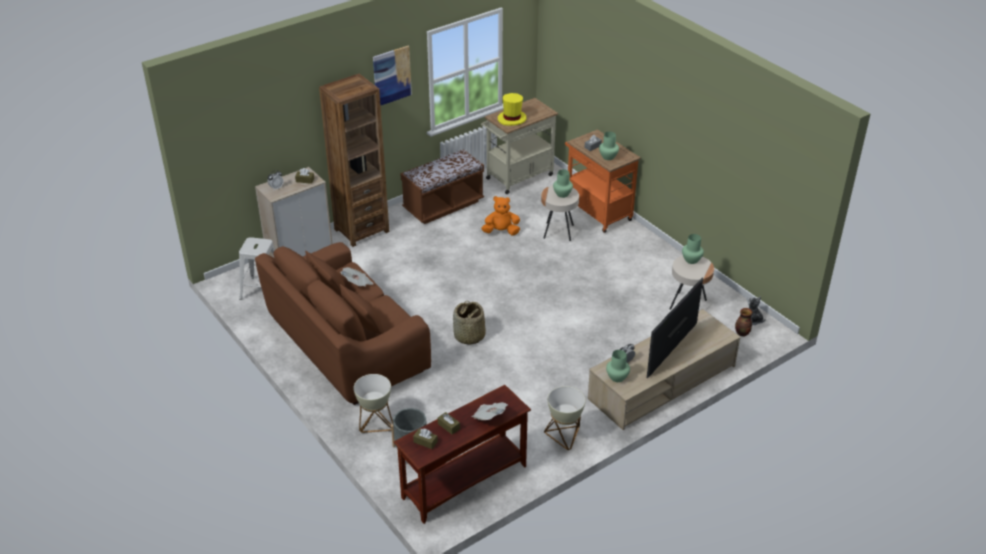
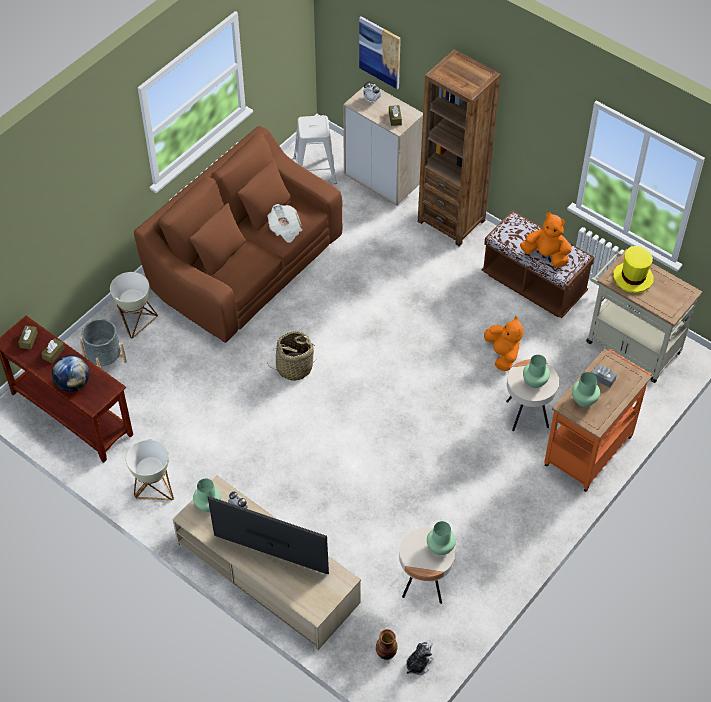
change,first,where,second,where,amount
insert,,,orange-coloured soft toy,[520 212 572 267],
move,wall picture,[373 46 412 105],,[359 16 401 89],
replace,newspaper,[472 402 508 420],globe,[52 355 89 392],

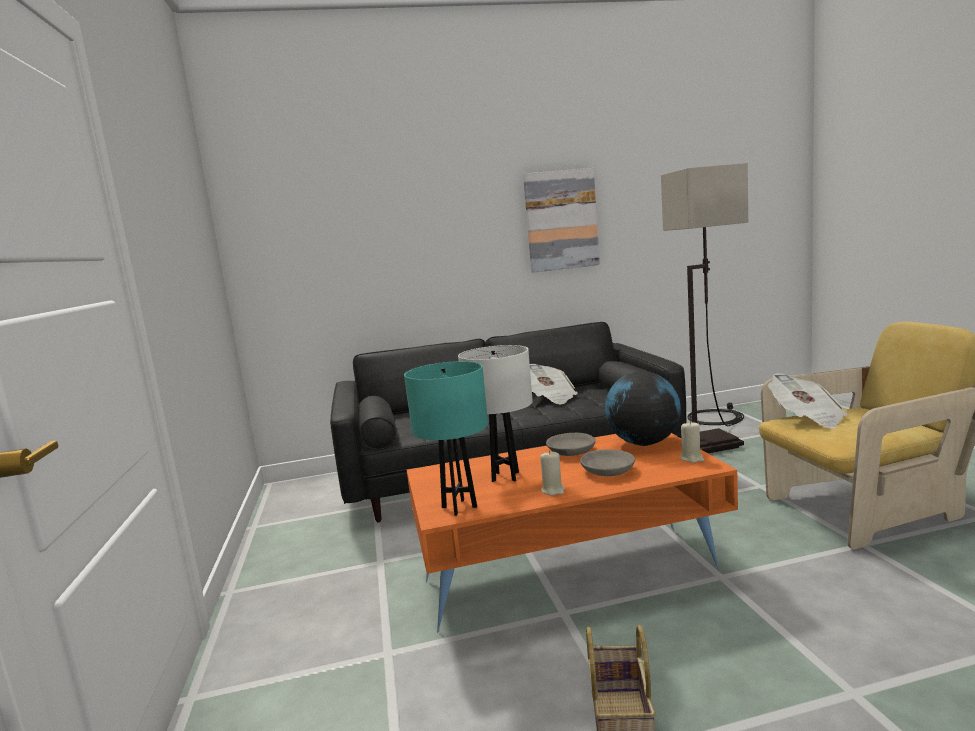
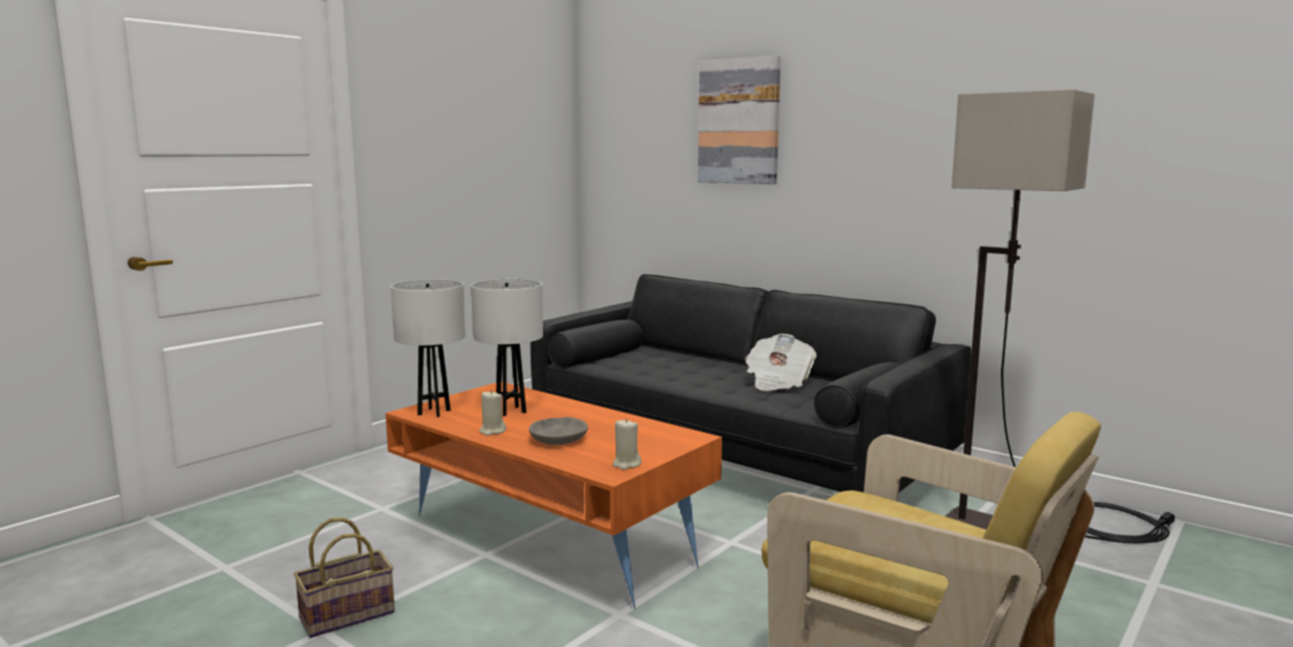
change,first,where,second,where,amount
delete,grey deep dish,[546 433 596 456],,,
delete,globe,[605 371 681 446],,,
delete,newspaper,[768 373 848 429],,,
move,wall picture,[523 168 600 272],,[698 55 781 184],
recolor,blue-green table lamp,[404 361 488 516],white-coloured table lamp,[391 279 466 417],

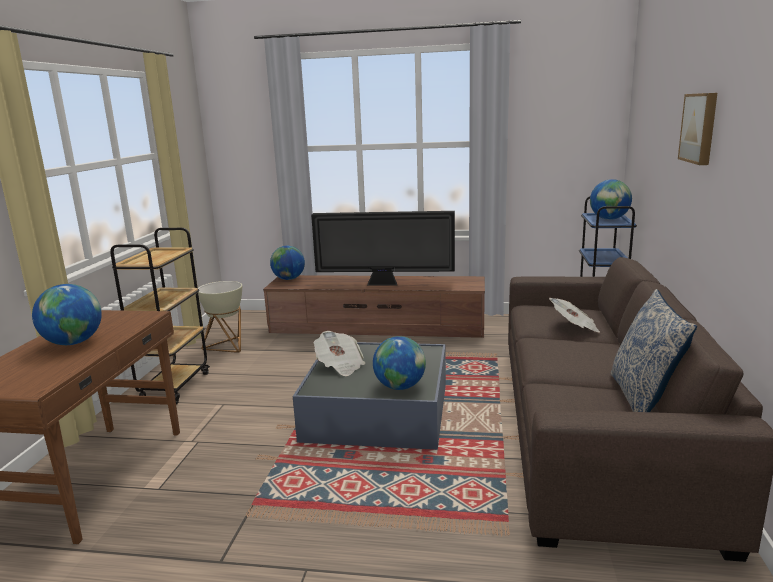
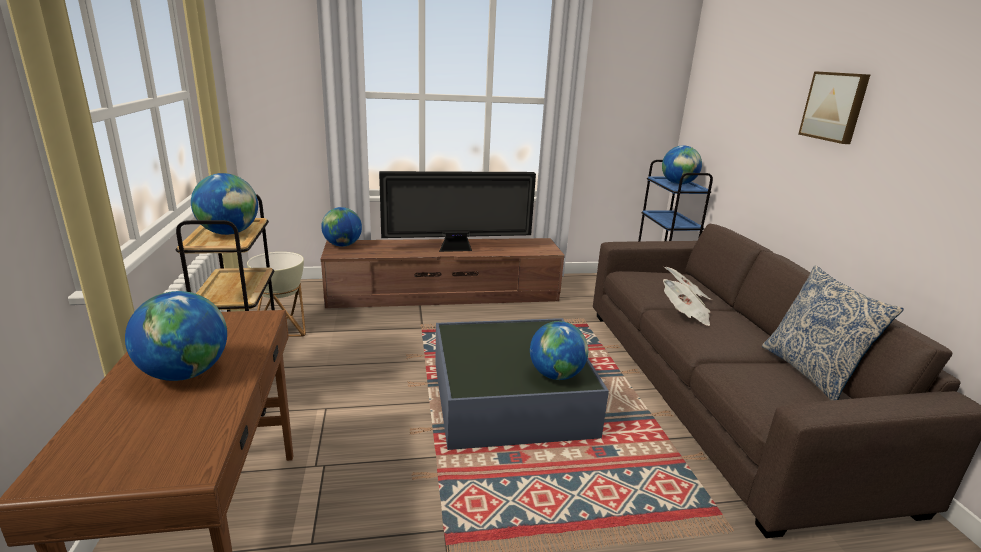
change,first,where,second,where,amount
insert,,,globe,[191 173 258 235],
move,newspaper,[313 331 365 376],,[663 279 710 326],

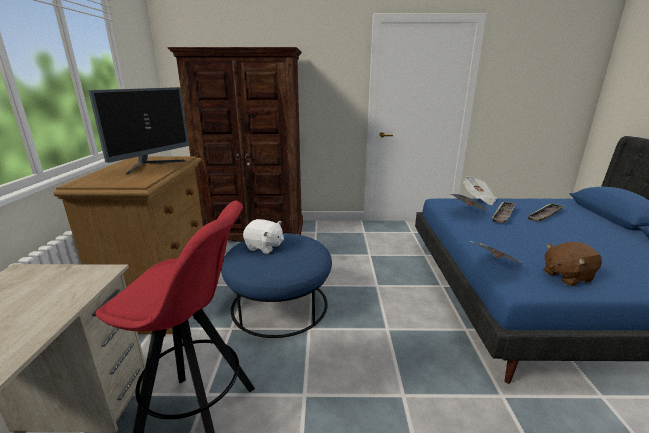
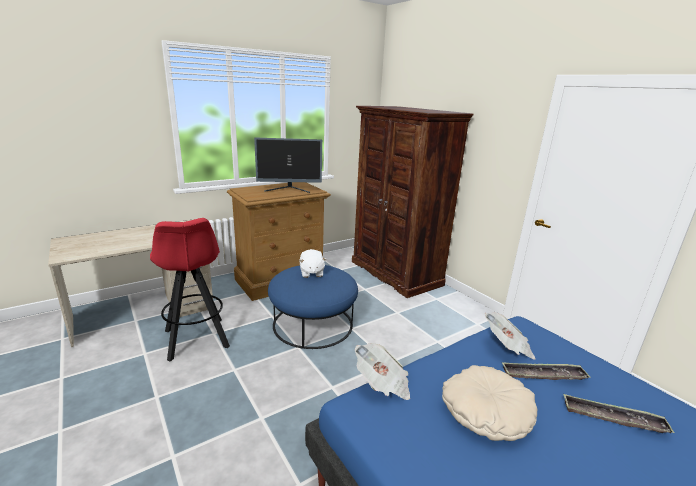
change,first,where,second,where,amount
delete,newspaper,[463 176 498 205],,,
delete,brownish soft toy,[543 242 602 286],,,
insert,,,sand-coloured pillow,[442 365 537 441],

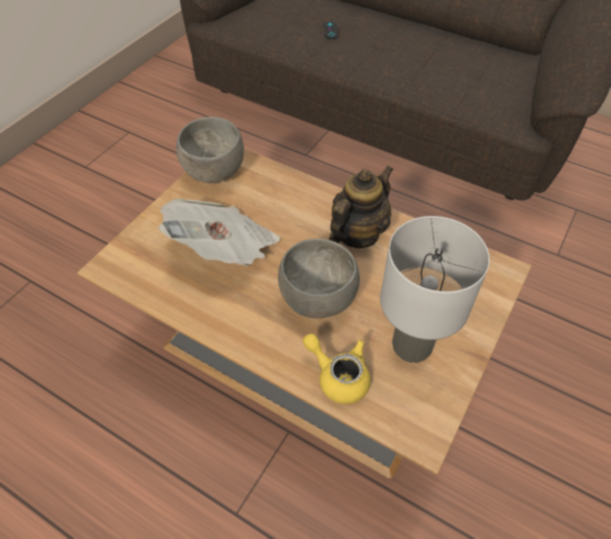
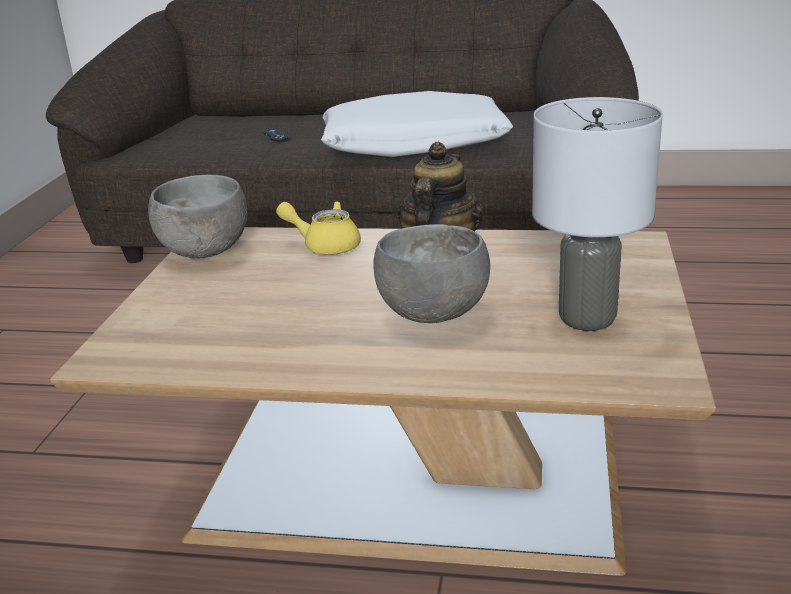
change,first,where,second,where,amount
delete,newspaper,[158 198 280 266],,,
insert,,,white-coloured pillow,[321 91 513 157],
move,yellowish tea pot,[303 334 371 404],,[276 201 361 255],

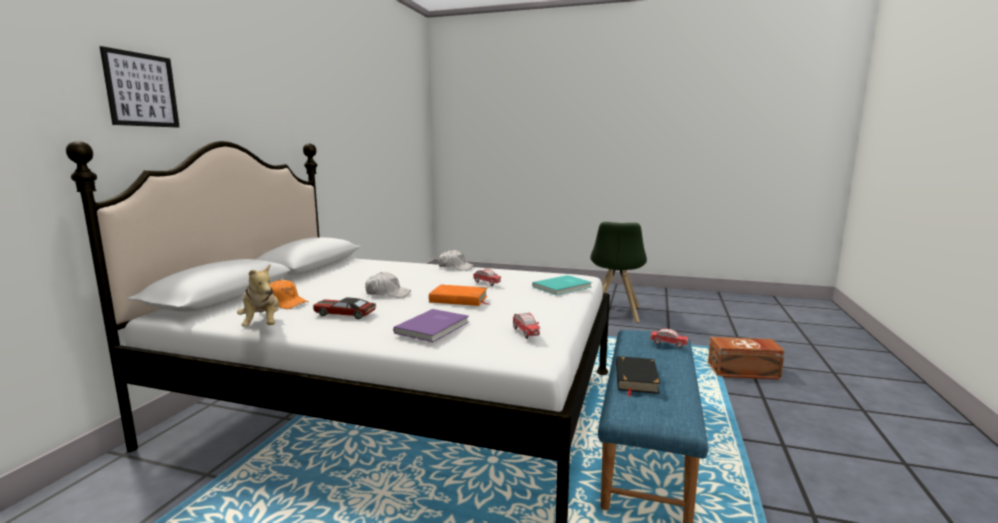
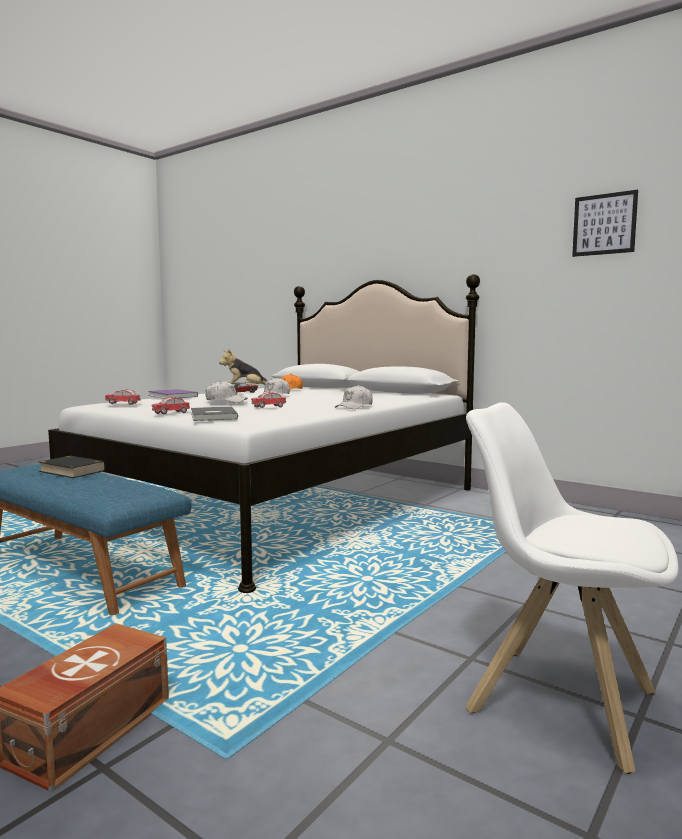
change,first,where,second,where,amount
move,wall picture,[99 46 180 128],,[572 190 638 257],
move,model car,[650 328 688 348],,[151 397 190 414],
replace,orange-coloured volume,[429 285 490 306],white-coloured cap,[205 381 247 403],
recolor,blue-green volume,[532 275 592 295],grey volume,[191 407 238 421],
recolor,green chair,[590 222 647 323],white-coloured chair,[466 402 679 774],

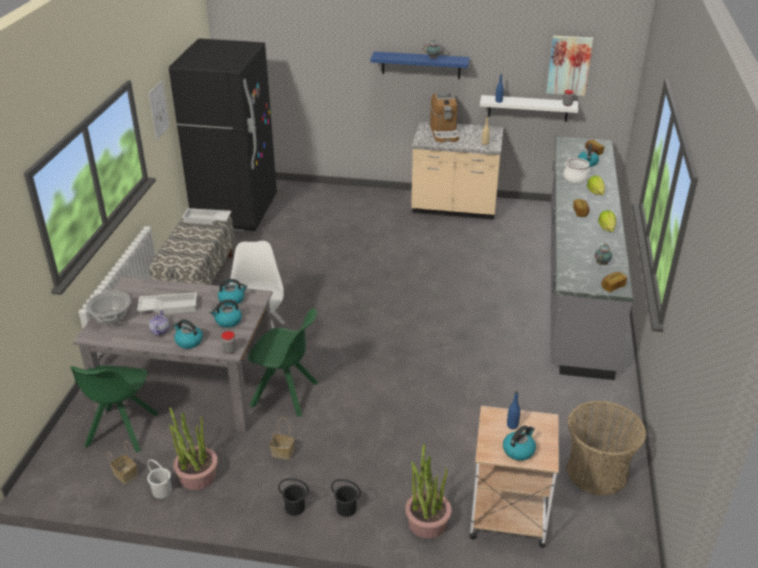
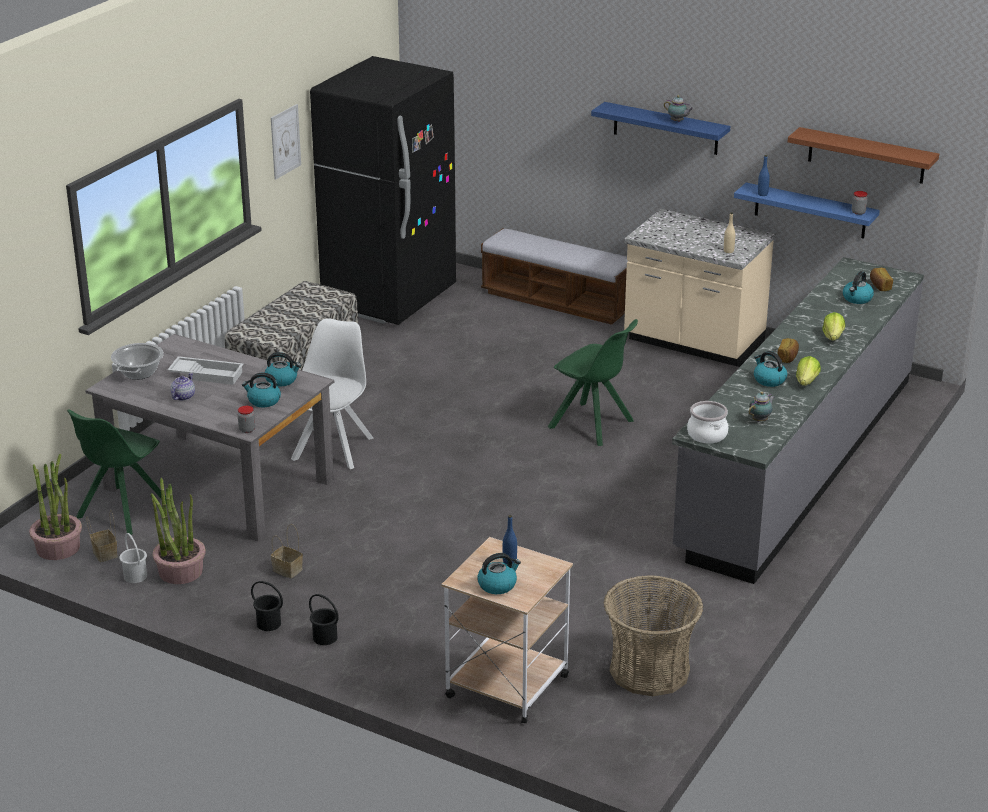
change,first,where,second,where,amount
delete,white-coloured tray,[182 208 231 224],,,
delete,coffee brewer,[430 93 459 142],,,
delete,bakery bread,[602 272 627 292],,,
insert,,,bench,[481 228 628 325],
move,kettle,[173 319 203 349],,[754 351 787 387],
move,green chair,[248 308 318 417],,[548 319 638 446],
move,houseplant,[405 444 452 538],,[29 454 82 560],
move,saucepot,[563 158 590 184],,[687 401 728 443],
replace,wall picture,[546 36 593 96],brownish wall shelf,[788 127 939 184],
recolor,white-coloured wall shelf,[480 95 578 122],blue wall shelf,[734 182 880 239],

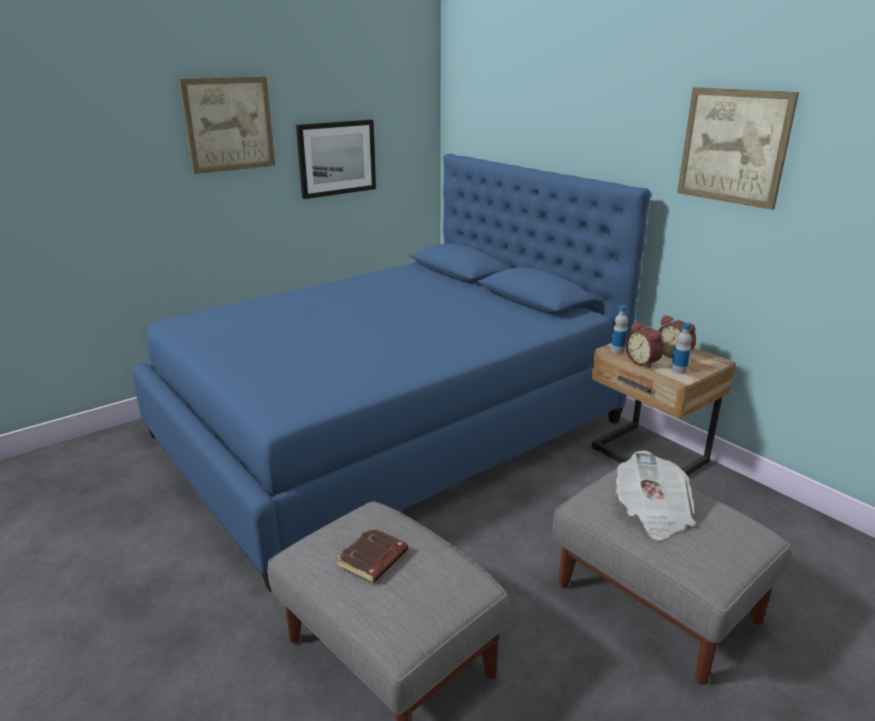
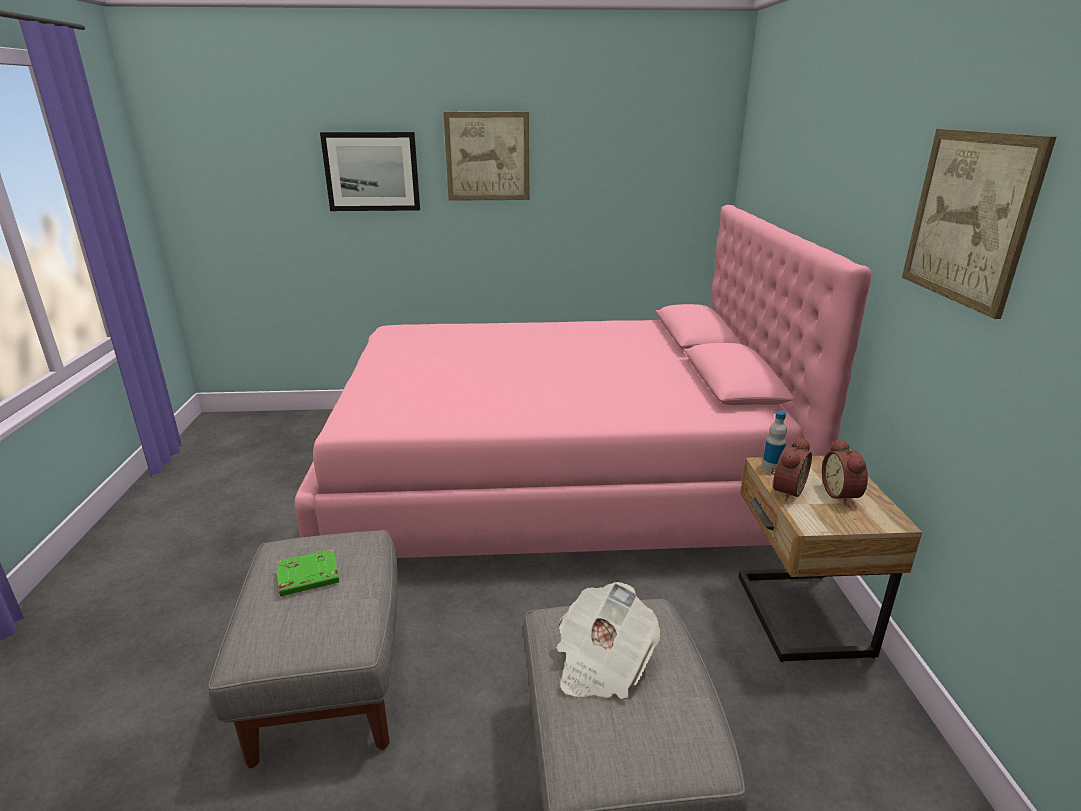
change,first,where,second,where,amount
delete,bottle,[671 323 692 374],,,
move,wall picture,[296 120 376 199],,[320 132 420 211],
recolor,blue bed,[132 154 651 592],pinkish bed,[294 205 872 558],
recolor,brownish volume,[336 527 408 583],green volume,[277 549 339 596],
rotate,bedside clock,[625 321 664 368],,[771 437 812 500],150 degrees counterclockwise

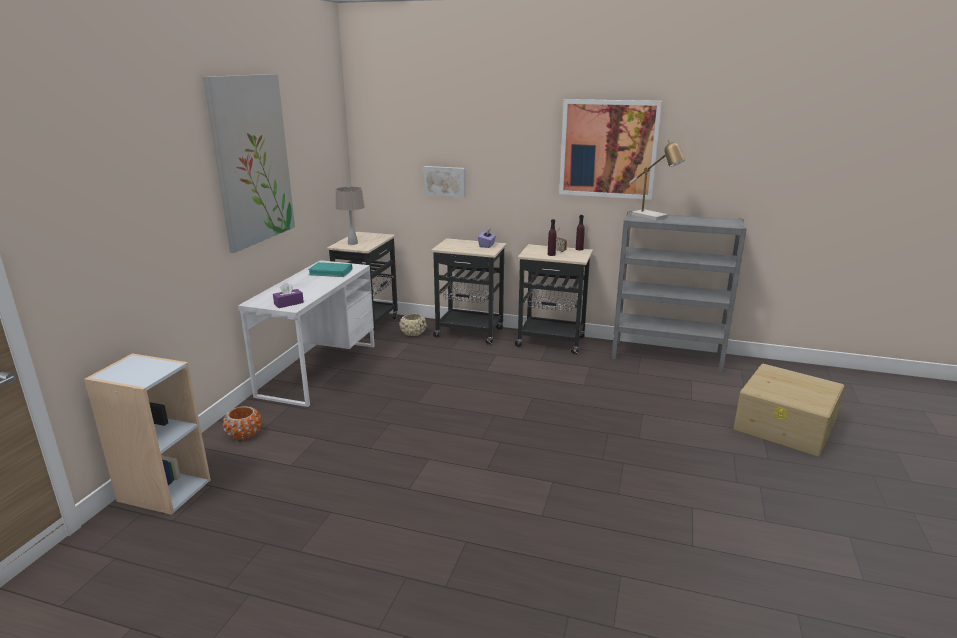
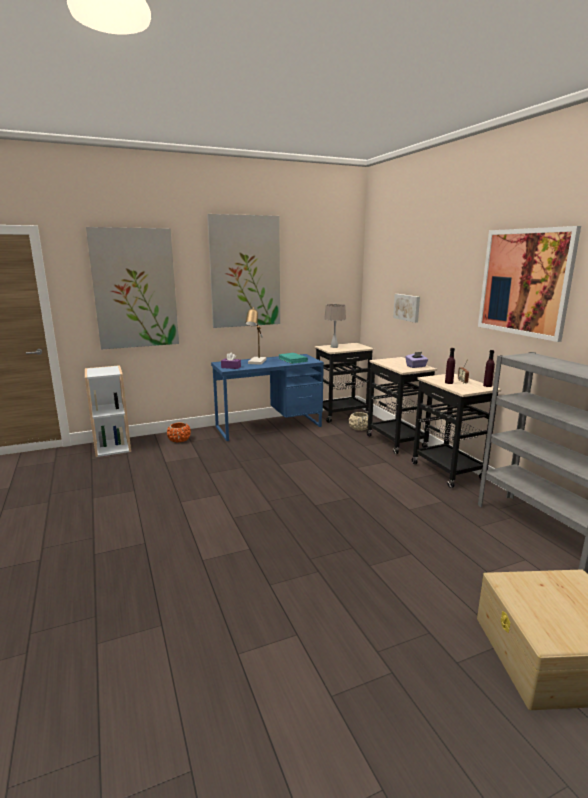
change,first,where,second,where,amount
insert,,,wall picture,[86 227 179 350],
move,table lamp,[630 140 685 221],,[245 307 267 365],
recolor,white-coloured desk table,[238 260 375 407],blue desk table,[211 354 324 441],

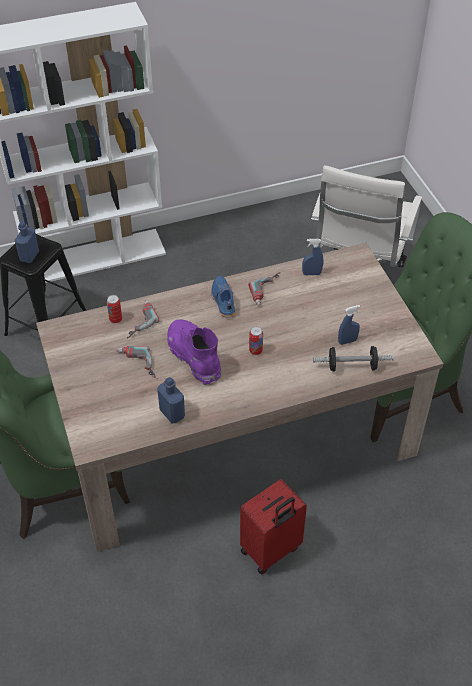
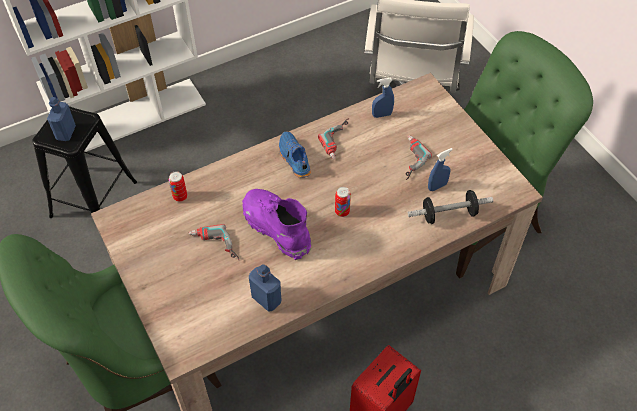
change,first,where,second,where,amount
move,drill,[127 300 159 338],,[406 135 432 180],

